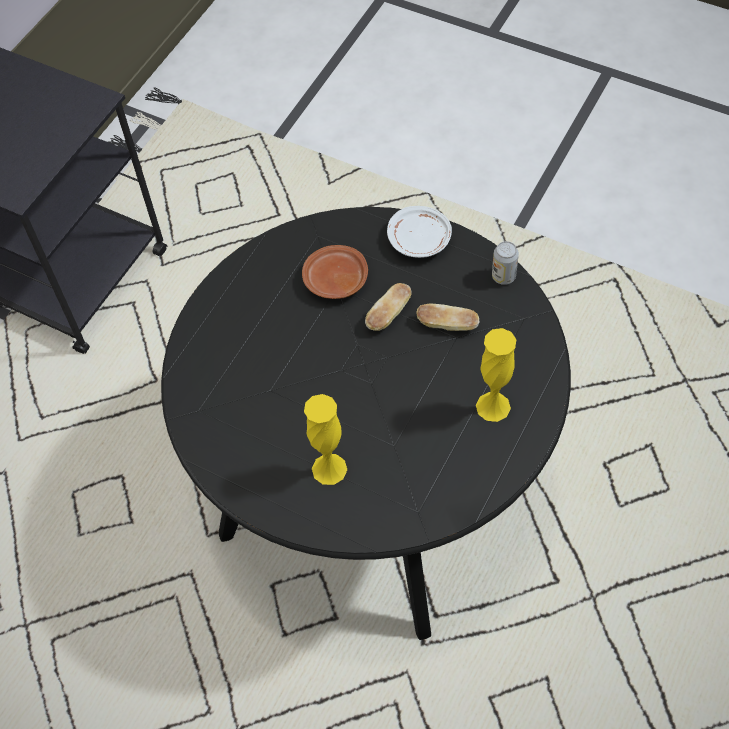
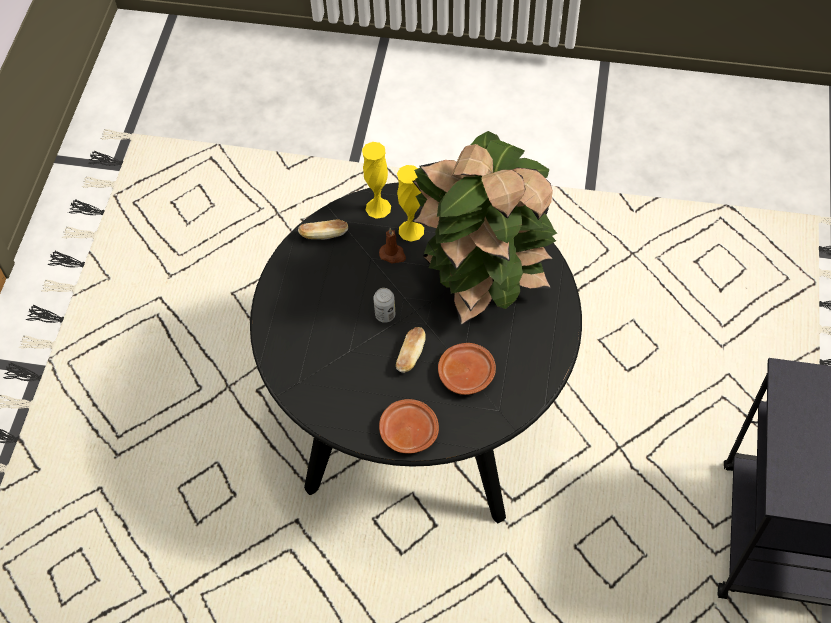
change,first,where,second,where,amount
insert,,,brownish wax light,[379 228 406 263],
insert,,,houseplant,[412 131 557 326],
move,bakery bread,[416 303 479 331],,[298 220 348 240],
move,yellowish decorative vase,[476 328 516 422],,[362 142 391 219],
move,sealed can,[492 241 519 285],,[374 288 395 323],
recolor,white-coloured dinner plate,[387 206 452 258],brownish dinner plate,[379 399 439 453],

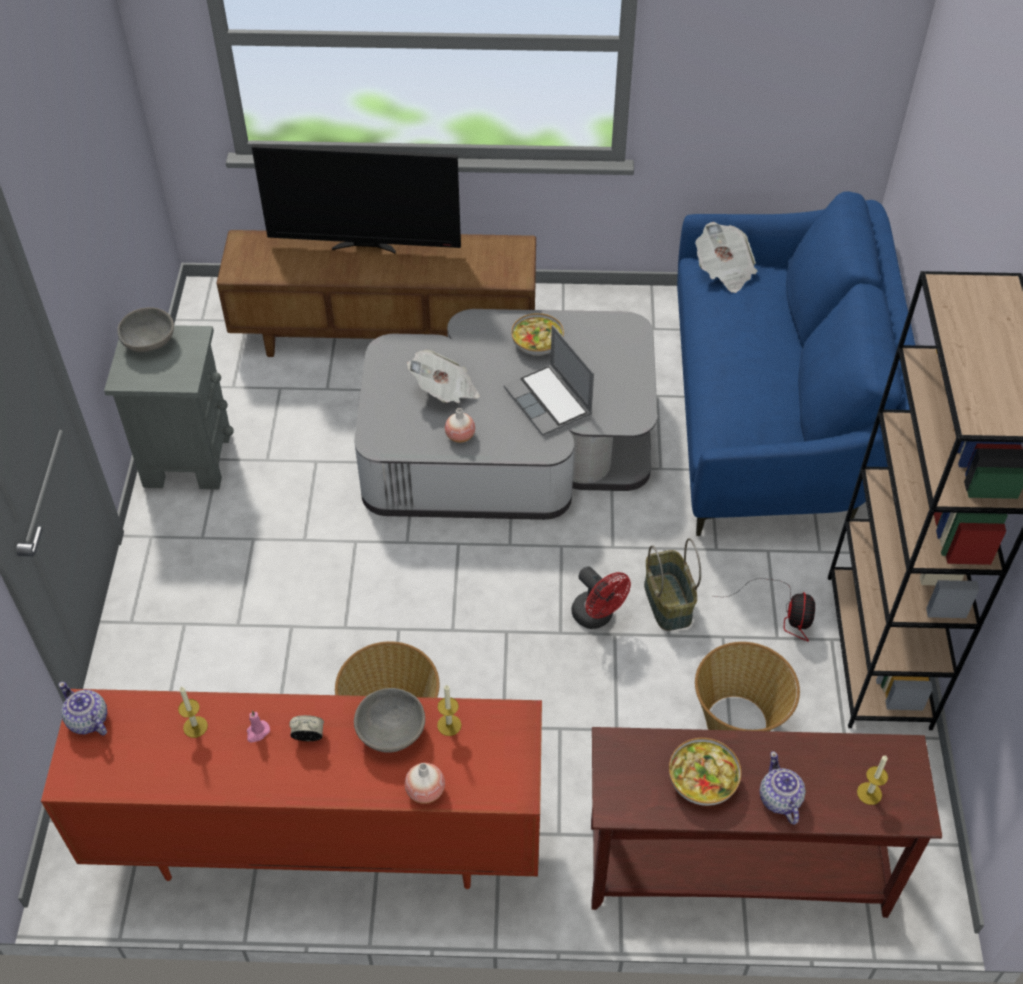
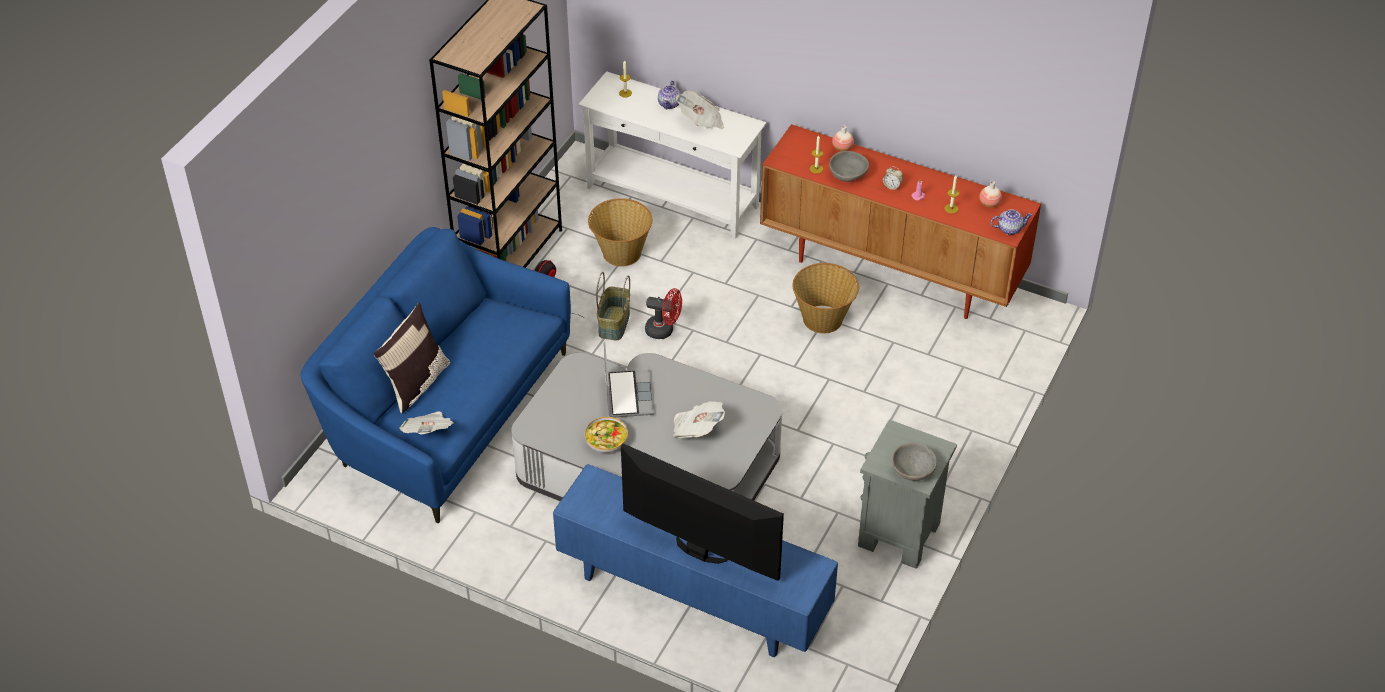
change,first,where,second,where,amount
insert,,,pillow,[373 303 450 414],
move,decorative vase,[445 408 475 443],,[979 181 1002 207],
replace,deep dish,[669 738 741 806],newspaper,[676 91 724 129],
recolor,brownish tv stand,[216 230 536 357],blue tv stand,[553 464 838 657],
recolor,brownish console table,[591 727 942 918],white-coloured console table,[578 71 766 239],
rotate,tea pot,[59 682 107 736],,[991 209 1033 235],75 degrees counterclockwise
rotate,reddish fan,[571 566 631 629],,[645 288 682 339],120 degrees clockwise

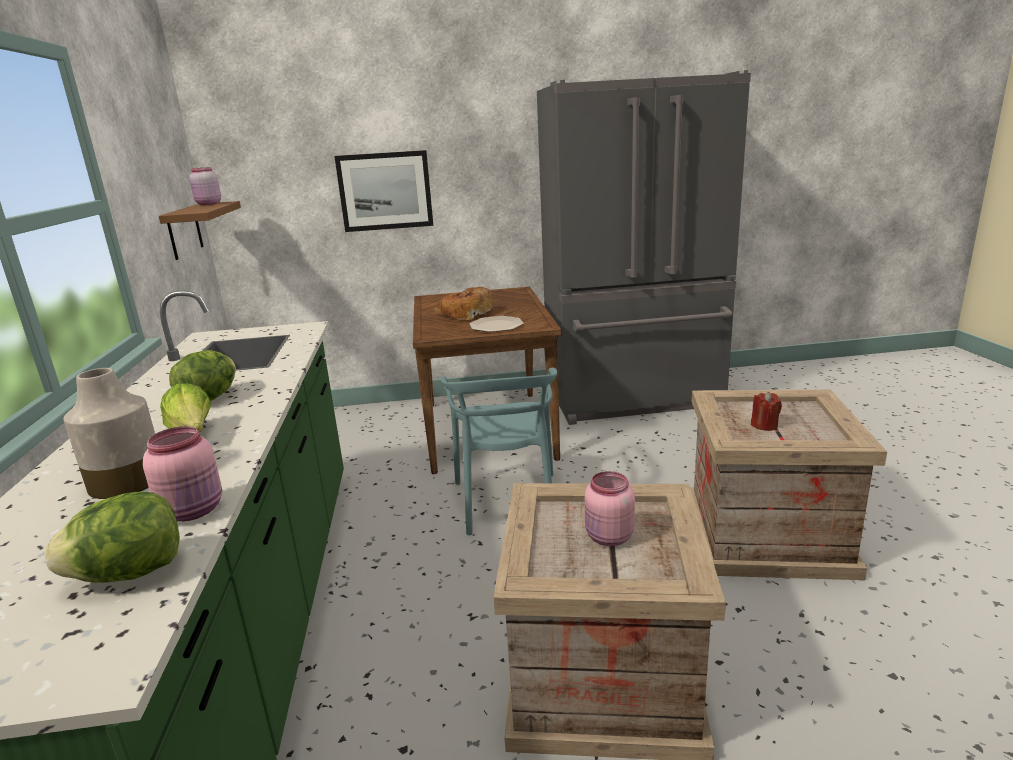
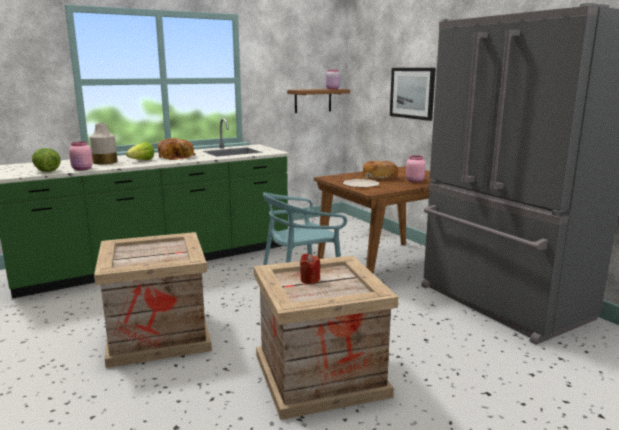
change,first,where,second,where,amount
move,pinkish storage jar,[585 471 635 546],,[406 155 425 182],
replace,head of lettuce,[169 350 236 401],bakery bread,[158 138 195 160],

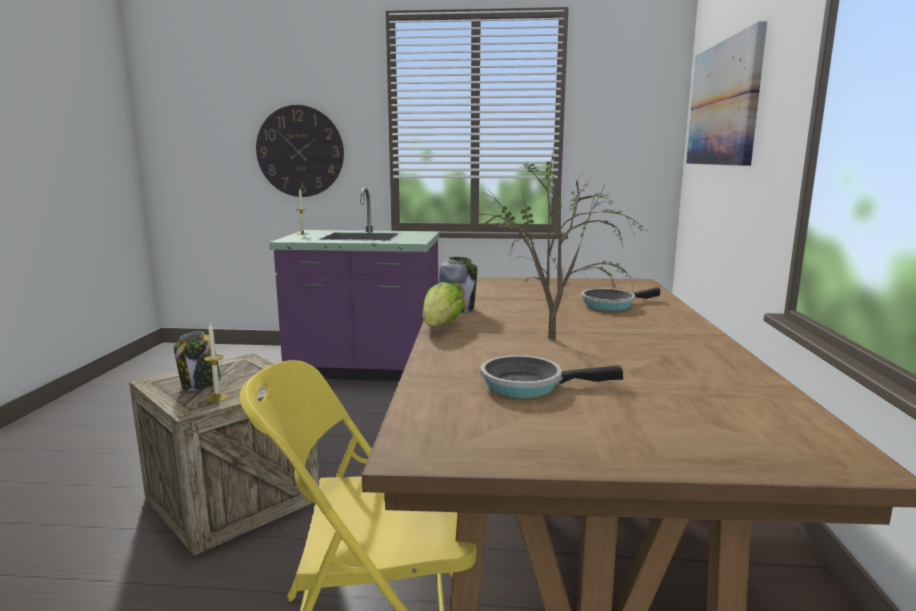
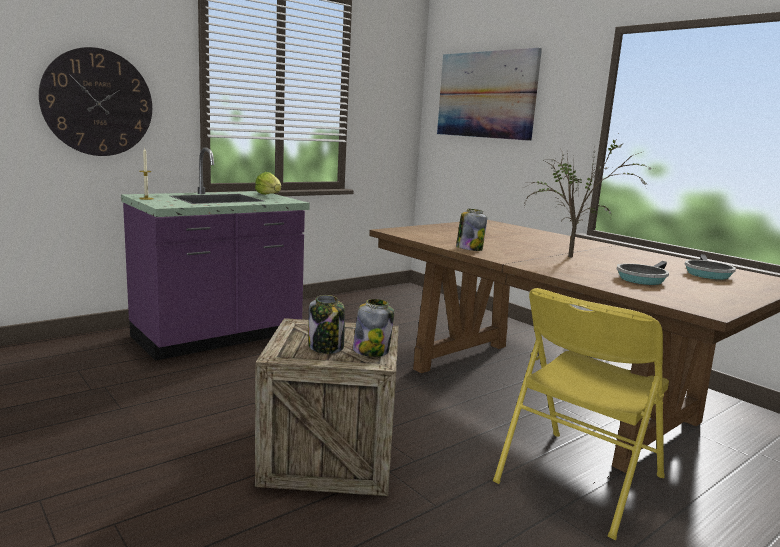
change,first,where,second,where,amount
move,head of lettuce,[423 282 464 326],,[255 172 281 195],
move,pan,[581 287 660 311],,[685 254 736 280],
replace,wax light,[204 324 229 402],storage jar,[353 299 394 357],

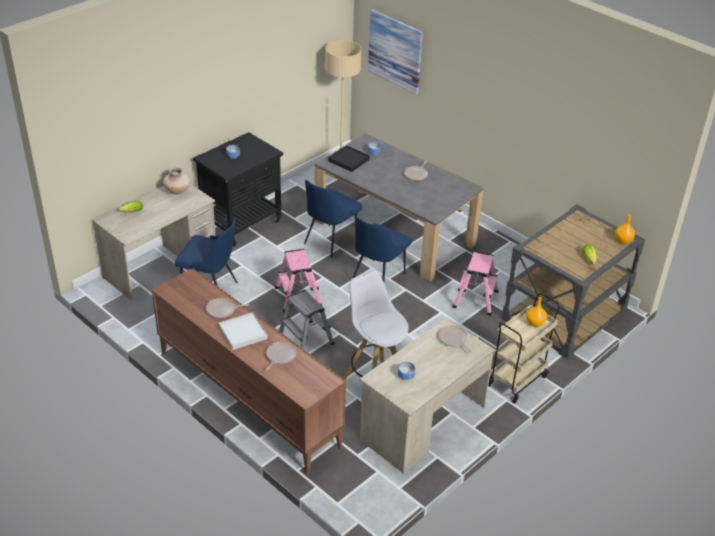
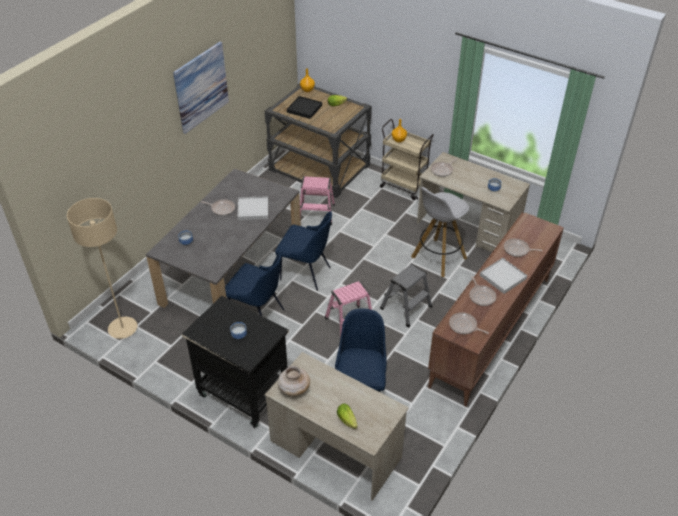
change,first,where,second,where,amount
insert,,,white-coloured tray,[238 196 268 220],
insert,,,pan,[449 312 489 334],
move,blackish tray,[328 146 370 172],,[287 96 322 119],
move,wall picture,[368 9 423 95],,[173 42 229 134],

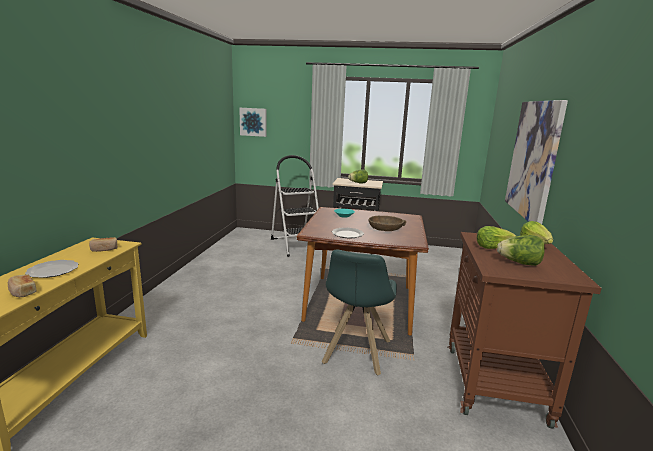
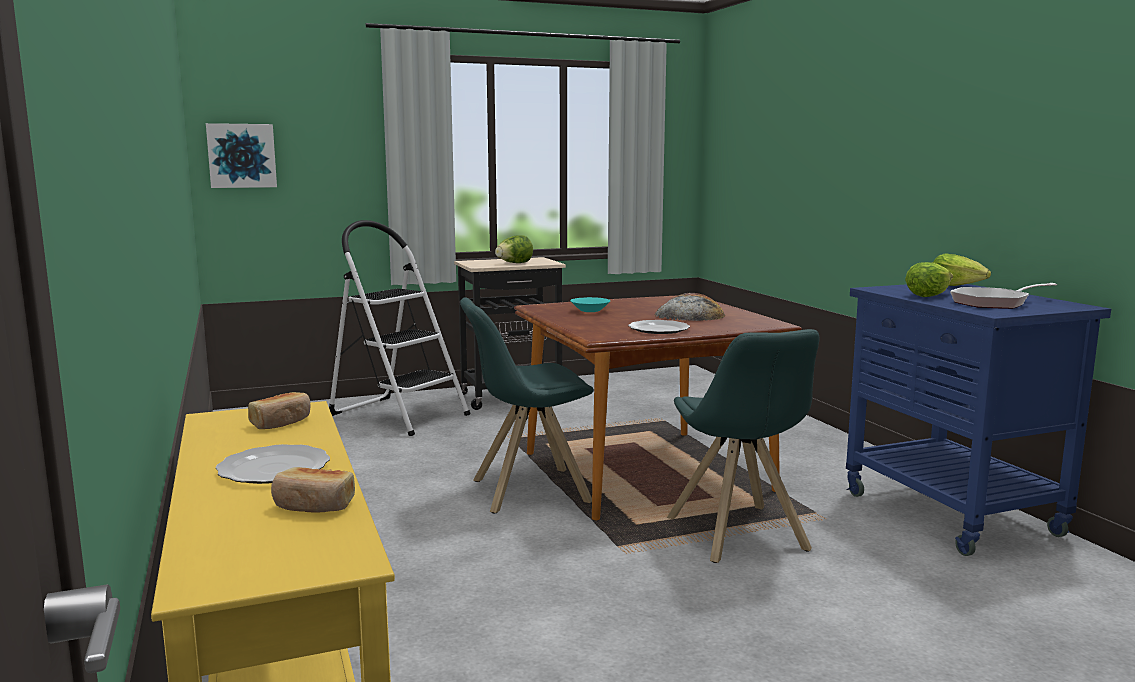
change,first,where,second,where,amount
delete,wall picture,[505 100 568 224],,,
insert,,,blue-green chair,[460 298 594 513],
replace,brownish deep dish,[368 216 406 231],bakery bread,[654 293 725 321],
replace,head of lettuce,[497 235 545 266],pan,[950 283 1057 309],
recolor,brownish cart,[448 232 602 429],blue cart,[846 284 1111 556],

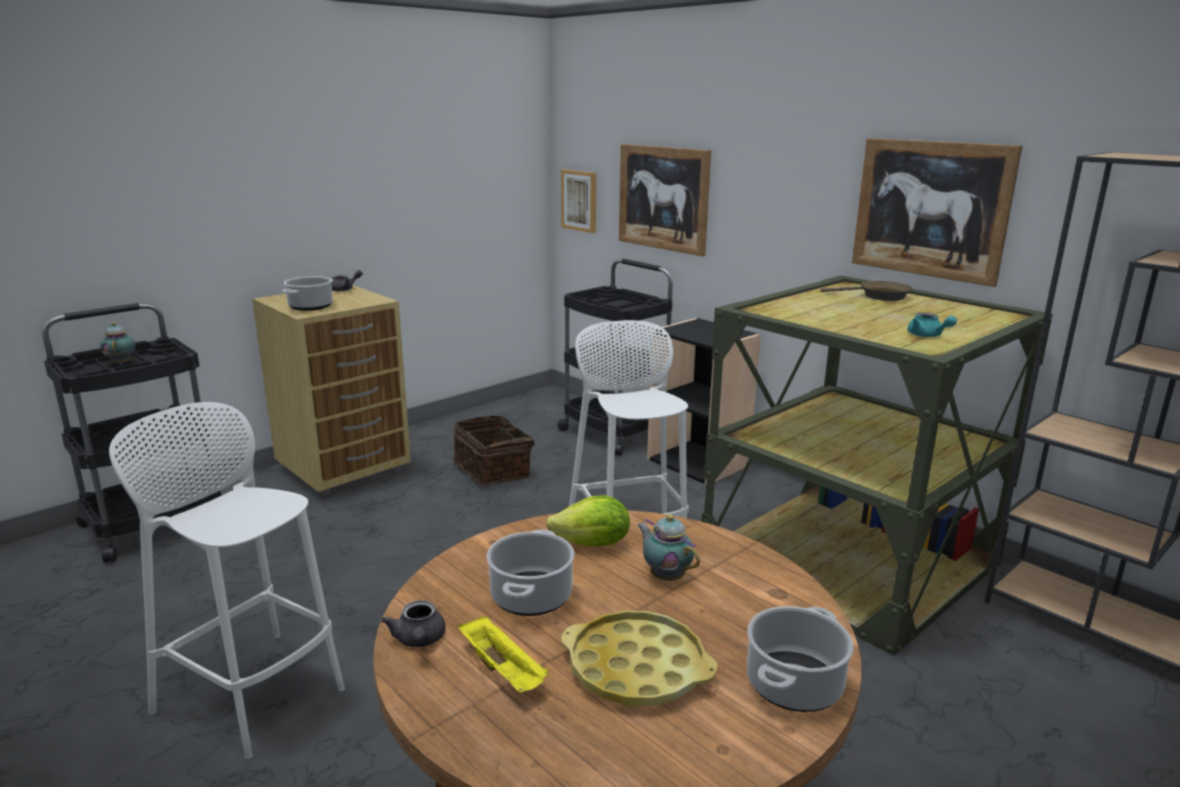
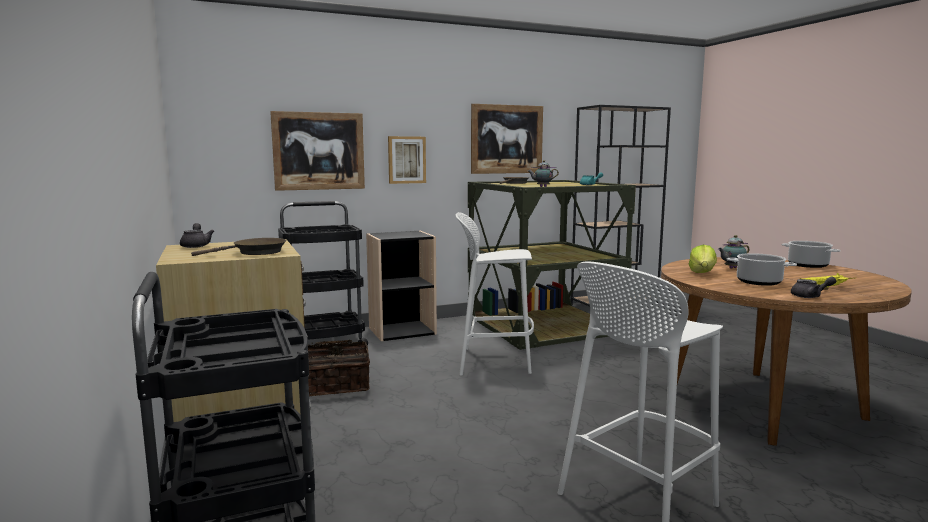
change,first,where,second,where,amount
delete,yellowish tray,[561 611 717 706],,,
move,tea pot,[100 322 135 365],,[528 160 559 187],
move,wall picture,[561 170 596 233],,[388 136 426 184],
replace,saucepot,[282 276 333 311],brownish pan,[191 238 286 256],

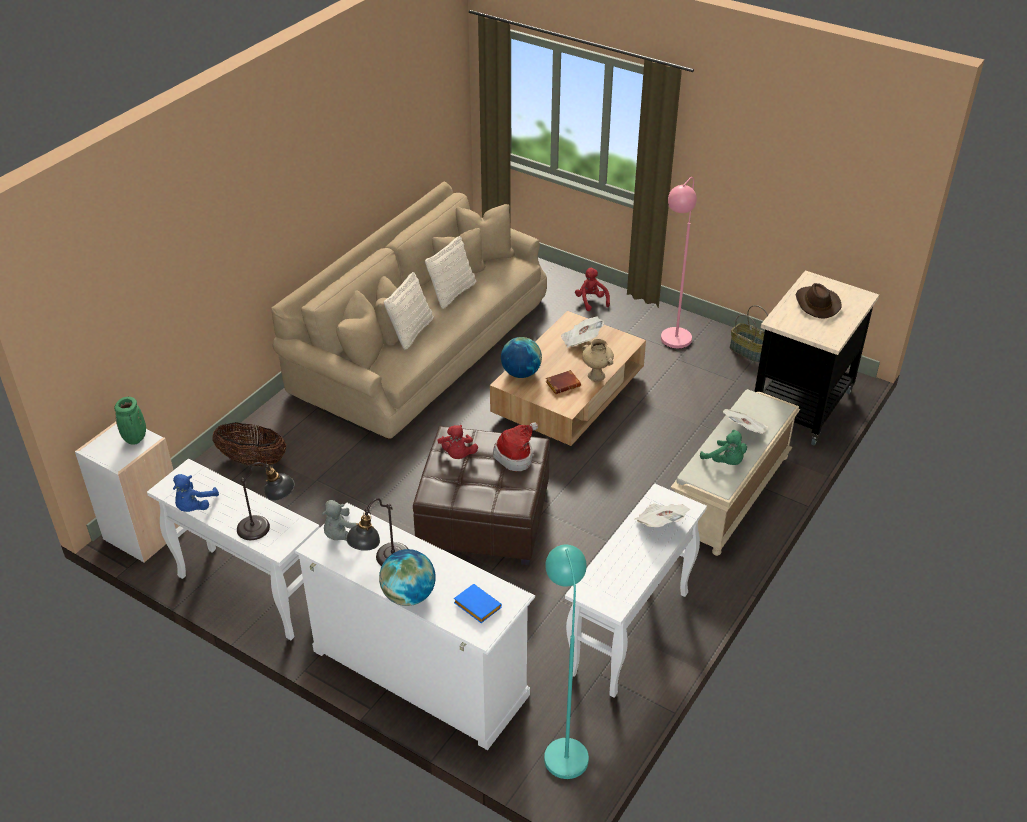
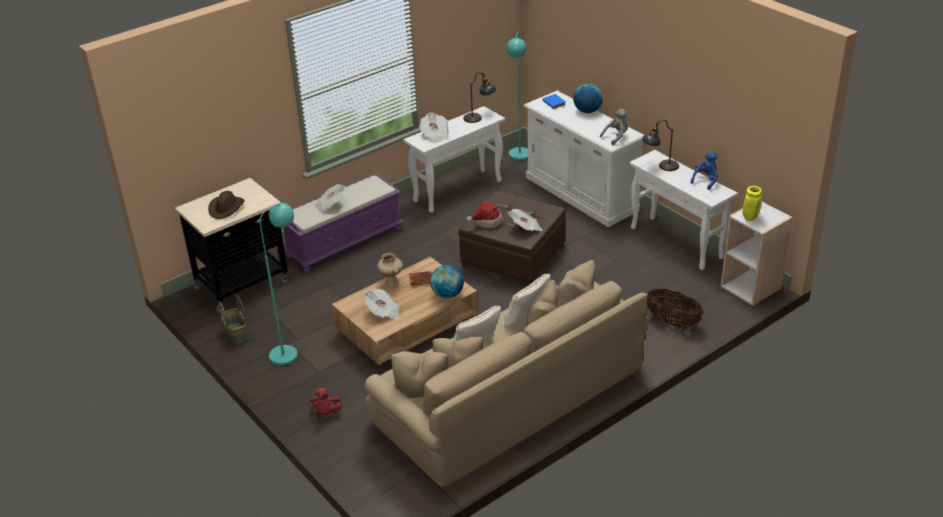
change,first,where,second,where,amount
delete,green soft toy,[700 430 747 465],,,
move,grey table lamp,[346 498 408 566],,[463 72 496 123],
replace,reddish soft toy,[437 425 478 459],newspaper,[508 209 543 231],
recolor,green decorative vase,[114 397 146 445],yellowish decorative vase,[742 186 762 221],
recolor,pinkish floor lamp,[661 177 697 349],blue-green floor lamp,[259 203 298 366],
recolor,sand-coloured bench,[670 389 800 556],purple-coloured bench,[283 174 403 272],

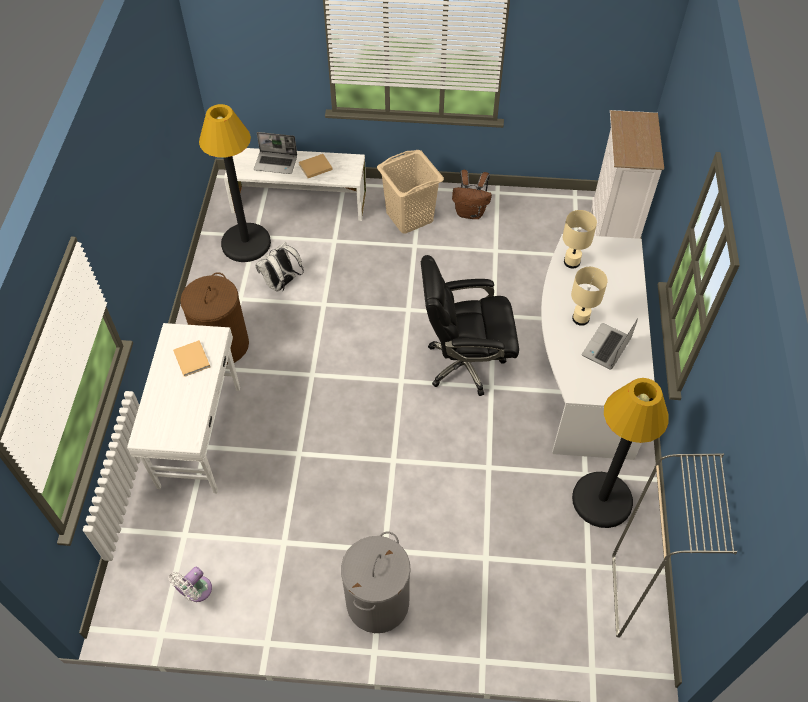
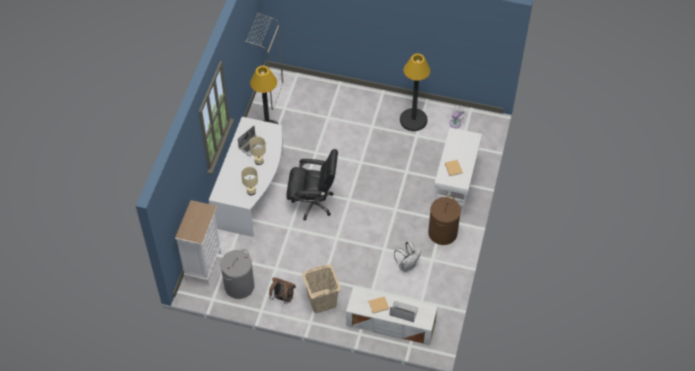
change,first,where,second,where,amount
move,blackish floor lamp,[199 104 271 262],,[400 53 431 131],
move,grey washing basket,[341 531 411 633],,[220 249 255 299],

